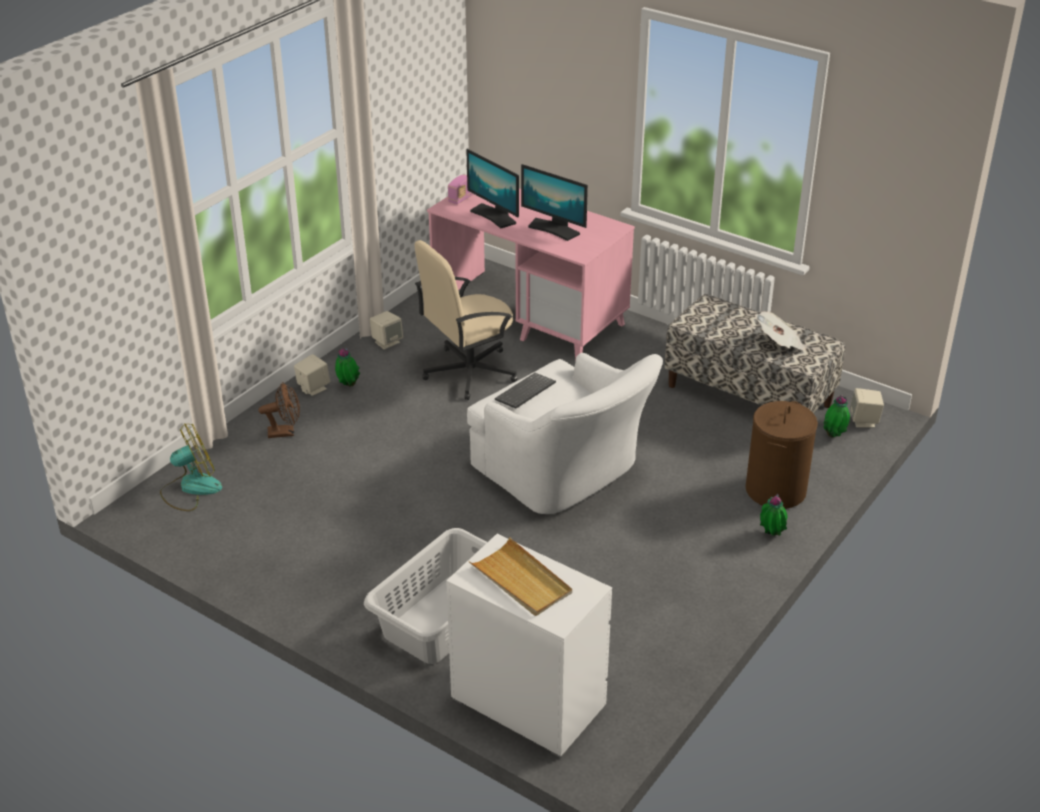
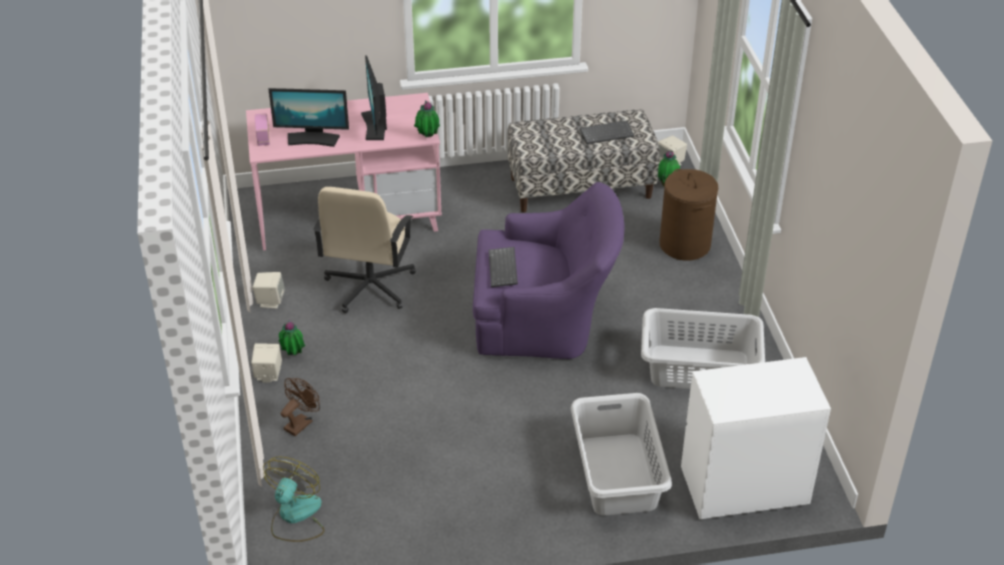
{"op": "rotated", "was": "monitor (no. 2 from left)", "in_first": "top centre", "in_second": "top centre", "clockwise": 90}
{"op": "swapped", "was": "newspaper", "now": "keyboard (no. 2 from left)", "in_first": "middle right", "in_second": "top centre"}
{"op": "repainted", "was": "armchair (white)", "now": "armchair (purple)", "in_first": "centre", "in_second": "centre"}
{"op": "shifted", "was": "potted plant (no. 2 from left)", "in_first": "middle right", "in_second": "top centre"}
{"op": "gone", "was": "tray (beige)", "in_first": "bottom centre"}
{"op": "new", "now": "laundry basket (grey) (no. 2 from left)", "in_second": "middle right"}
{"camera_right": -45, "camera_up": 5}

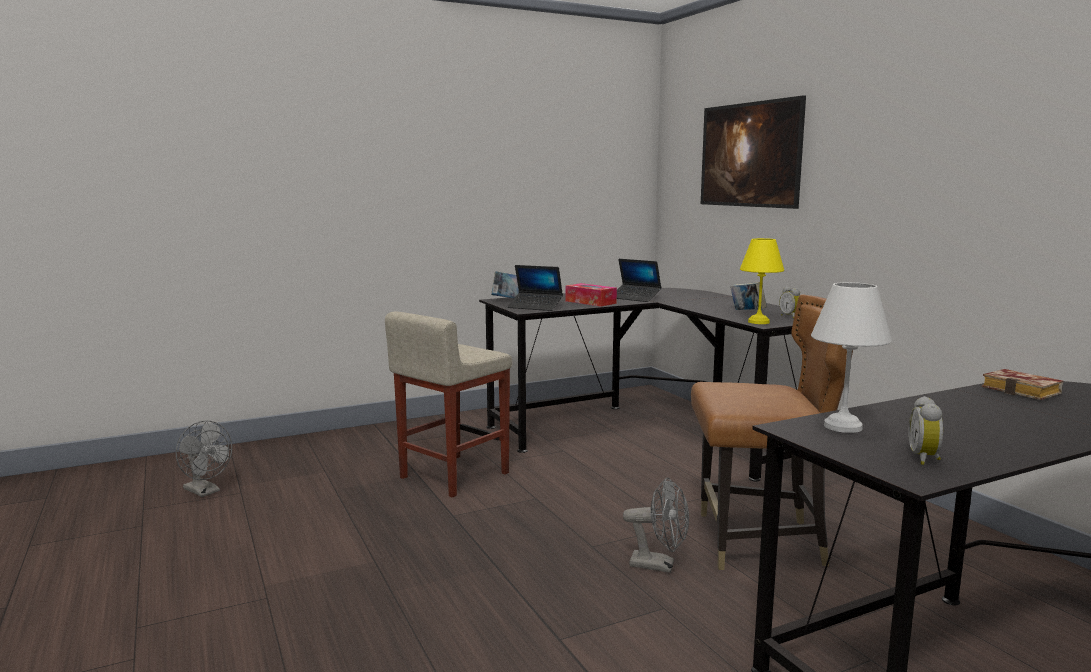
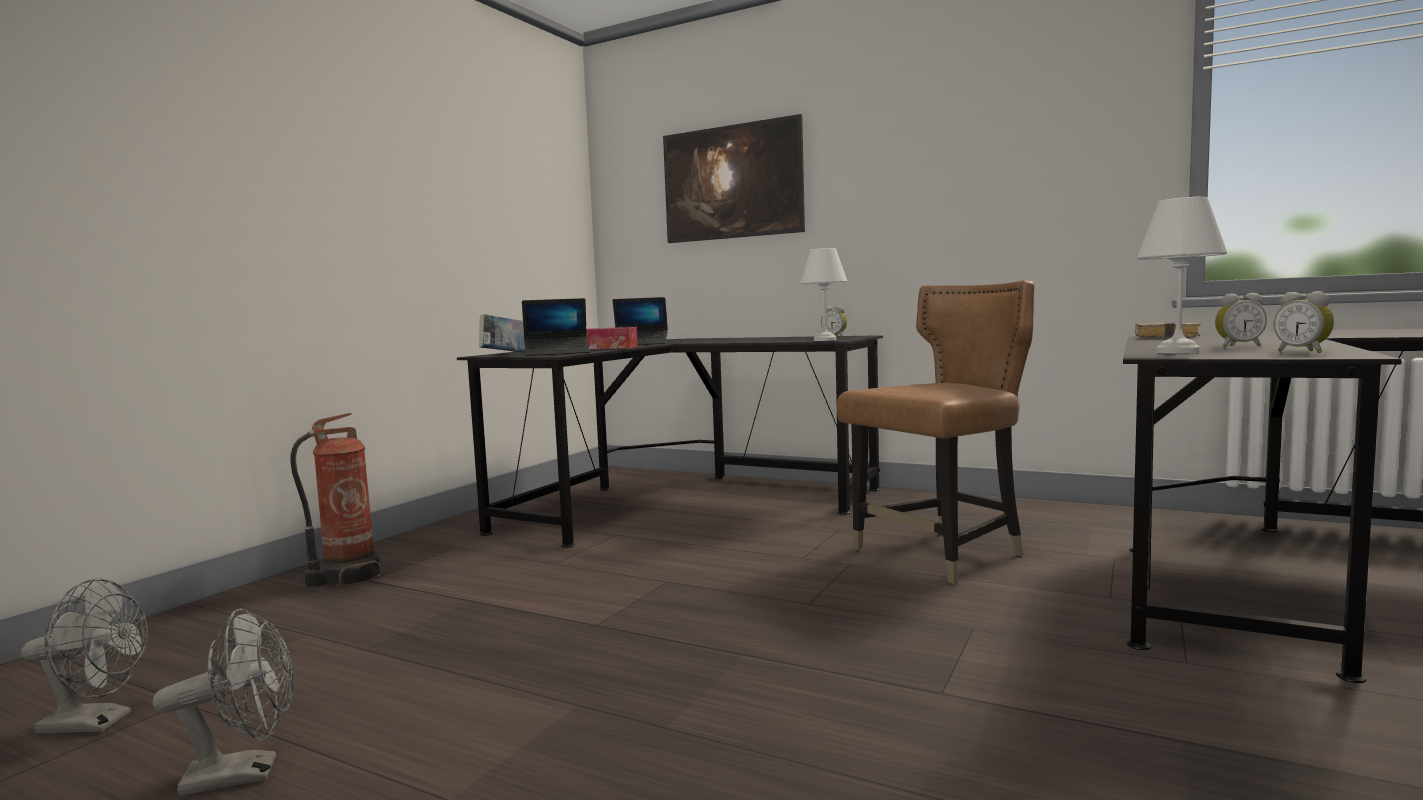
{"op": "repainted", "was": "table lamp (yellow)", "now": "table lamp (white) (no. 1 from left)", "in_first": "middle right", "in_second": "centre"}
{"op": "gone", "was": "book (no. 2 from left)", "in_first": "middle right"}
{"op": "gone", "was": "stool (beige)", "in_first": "centre"}
{"op": "shifted", "was": "fan (grey) (no. 2 from left)", "in_first": "bottom centre", "in_second": "bottom left"}
{"op": "new", "now": "alarm clock (no. 2 from left)", "in_second": "middle right"}
{"op": "new", "now": "fire extinguisher", "in_second": "middle left"}
{"camera_right": -35, "camera_up": -5}

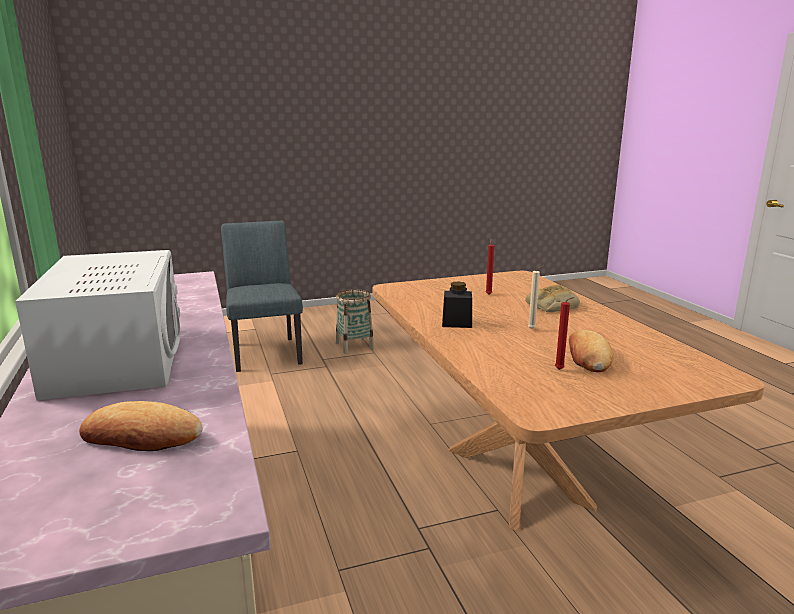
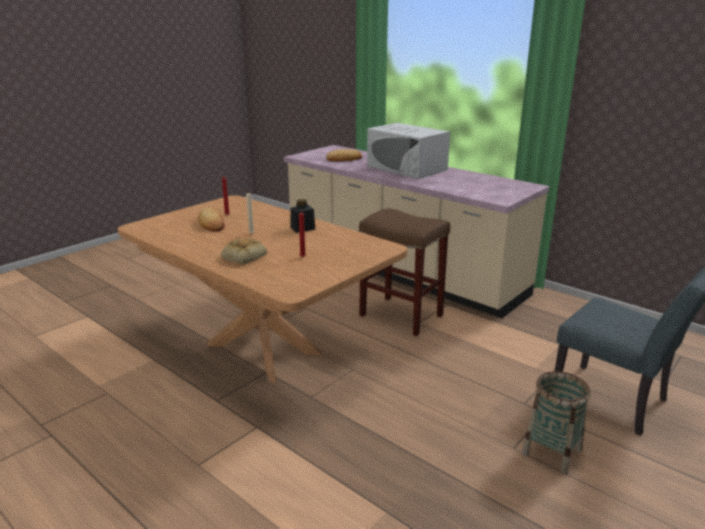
{"op": "new", "now": "stool (brown)", "in_second": "centre"}
{"camera_right": 150, "camera_up": 5}

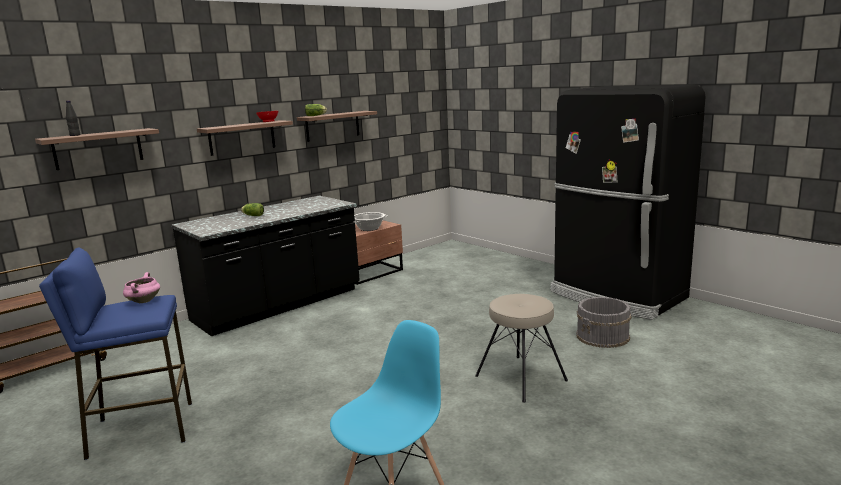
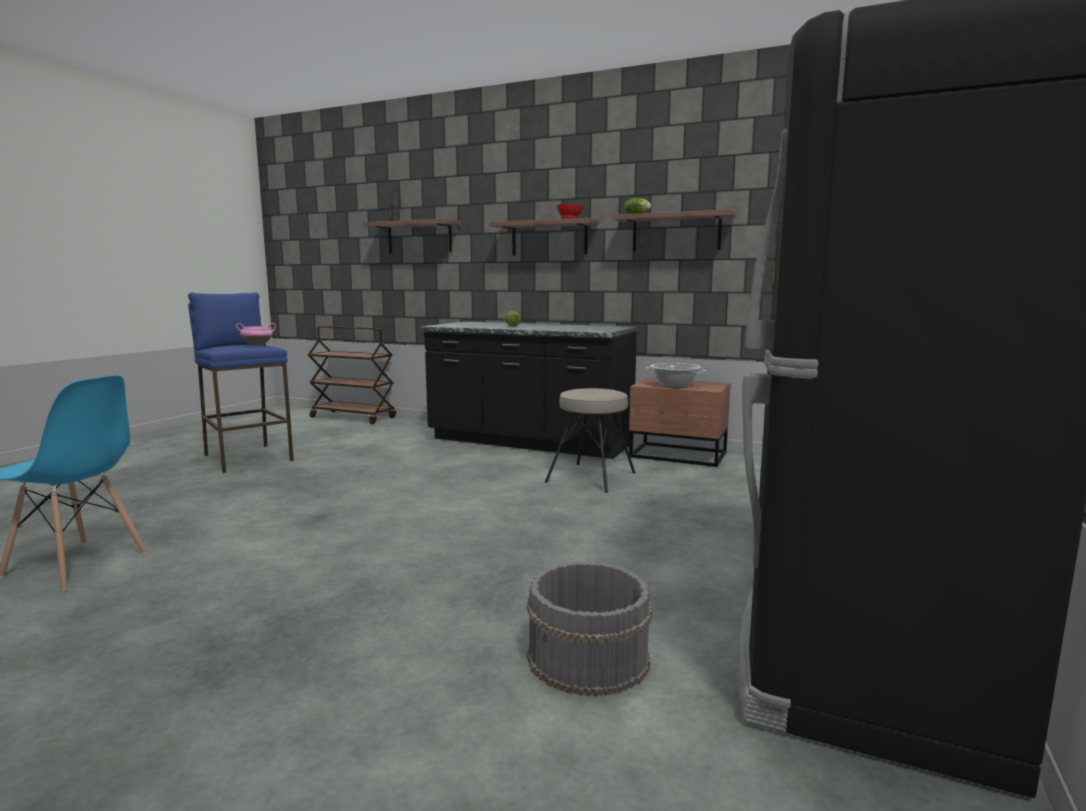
{"op": "shifted", "was": "stool (beige)", "in_first": "bottom centre", "in_second": "centre"}
{"camera_right": 65, "camera_up": -5}

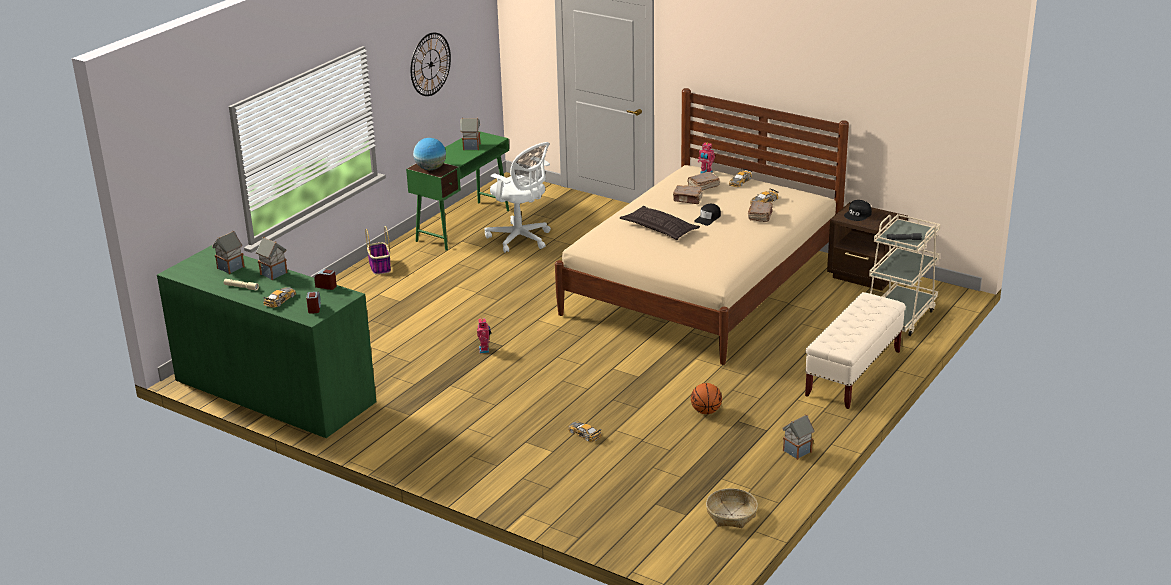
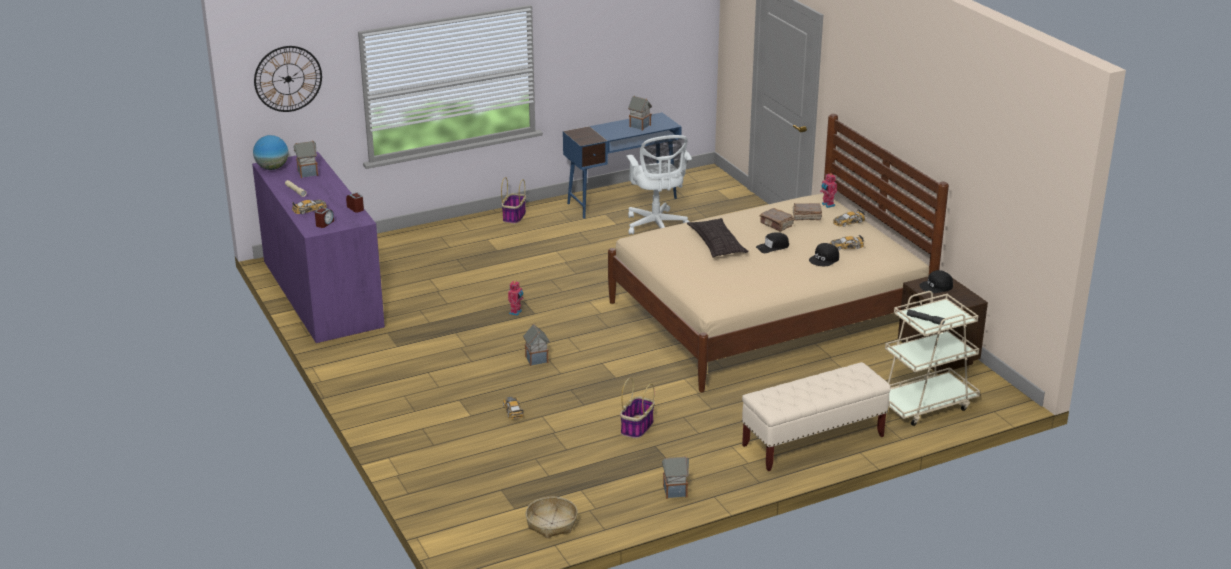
{"op": "shifted", "was": "wall clock", "in_first": "top centre", "in_second": "top left"}
{"op": "repainted", "was": "desk (green)", "now": "desk (blue)", "in_first": "top centre", "in_second": "top centre"}
{"op": "shifted", "was": "globe", "in_first": "top centre", "in_second": "top left"}
{"op": "swapped", "was": "book (brown) (no. 3 from left)", "now": "cap (black) (no. 2 from left)", "in_first": "centre", "in_second": "middle right"}
{"op": "shifted", "was": "toy house (no. 2 from left)", "in_first": "middle left", "in_second": "centre"}
{"op": "repainted", "was": "dresser (green)", "now": "dresser (purple)", "in_first": "middle left", "in_second": "middle left"}
{"op": "swapped", "was": "basketball", "now": "basket (no. 3 from left)", "in_first": "bottom centre", "in_second": "bottom centre"}
{"camera_right": 30, "camera_up": 0}

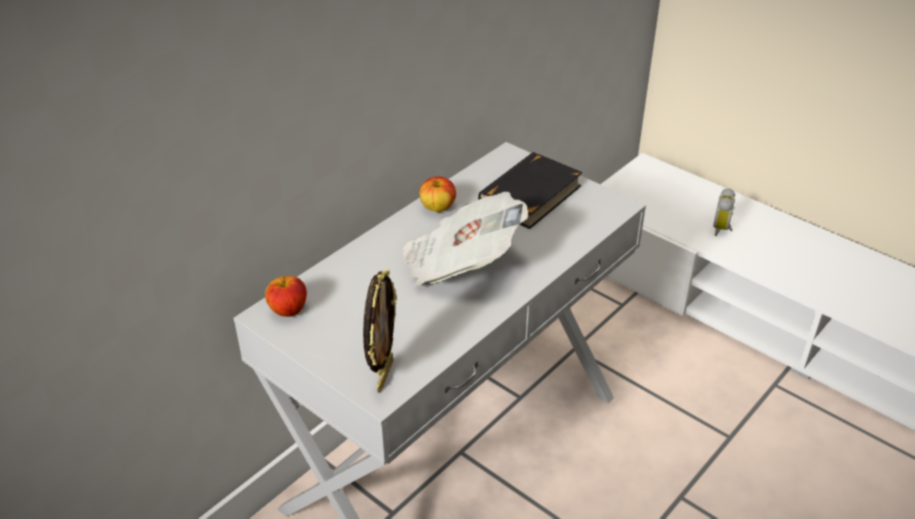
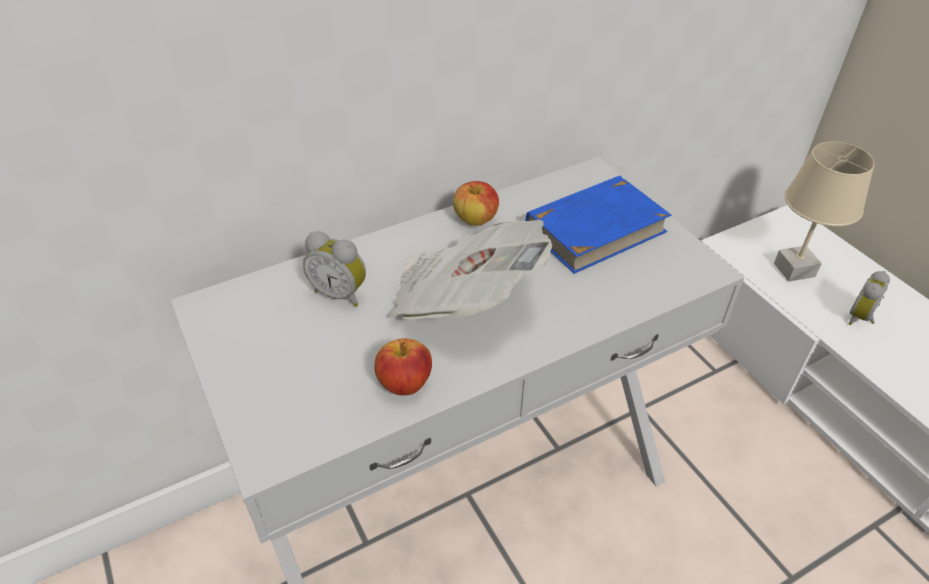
{"op": "repainted", "was": "book (black)", "now": "book (blue)", "in_first": "centre", "in_second": "centre"}
{"op": "gone", "was": "picture frame", "in_first": "centre"}
{"op": "shifted", "was": "apple (no. 1 from left)", "in_first": "middle left", "in_second": "centre"}
{"op": "new", "now": "table lamp (beige)", "in_second": "middle right"}
{"op": "new", "now": "alarm clock (no. 1 from left)", "in_second": "centre"}
{"camera_right": 20, "camera_up": 5}

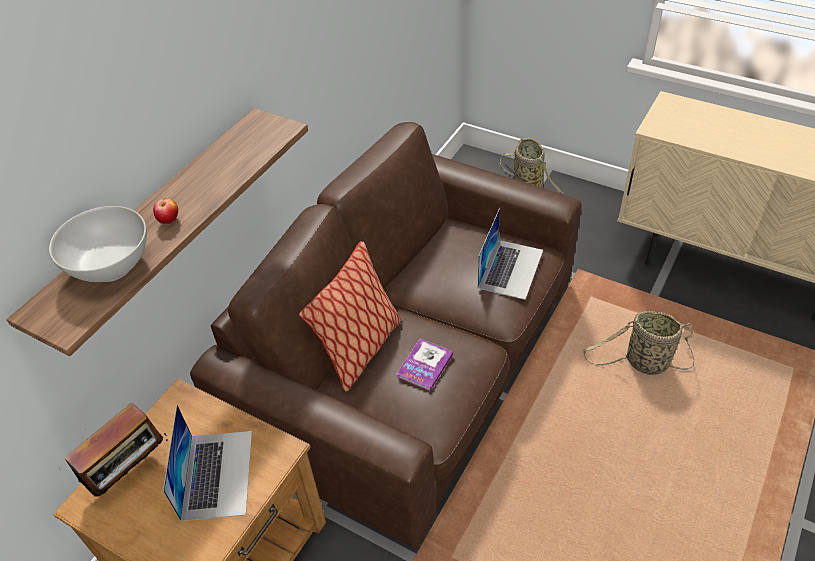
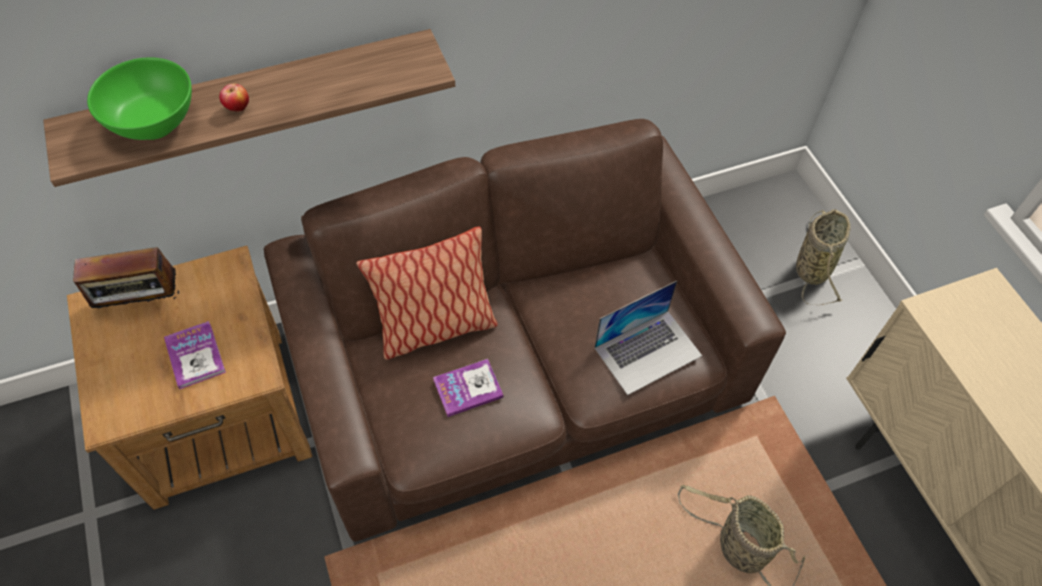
{"op": "repainted", "was": "bowl (white)", "now": "bowl (green)", "in_first": "middle left", "in_second": "top left"}
{"op": "swapped", "was": "laptop (no. 1 from left)", "now": "book (no. 1 from left)", "in_first": "bottom left", "in_second": "middle left"}
{"camera_right": 35, "camera_up": 10}

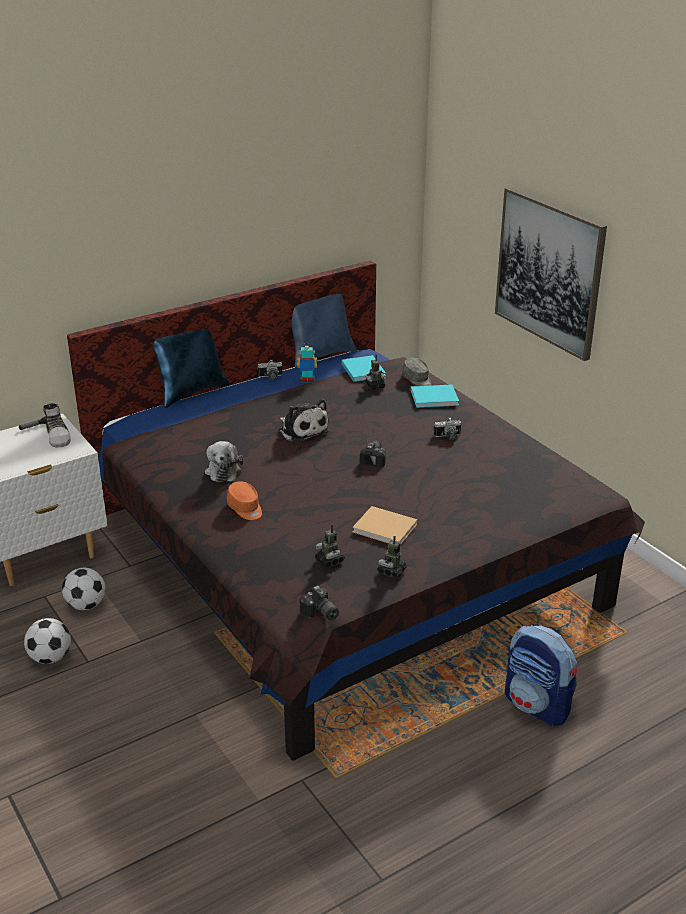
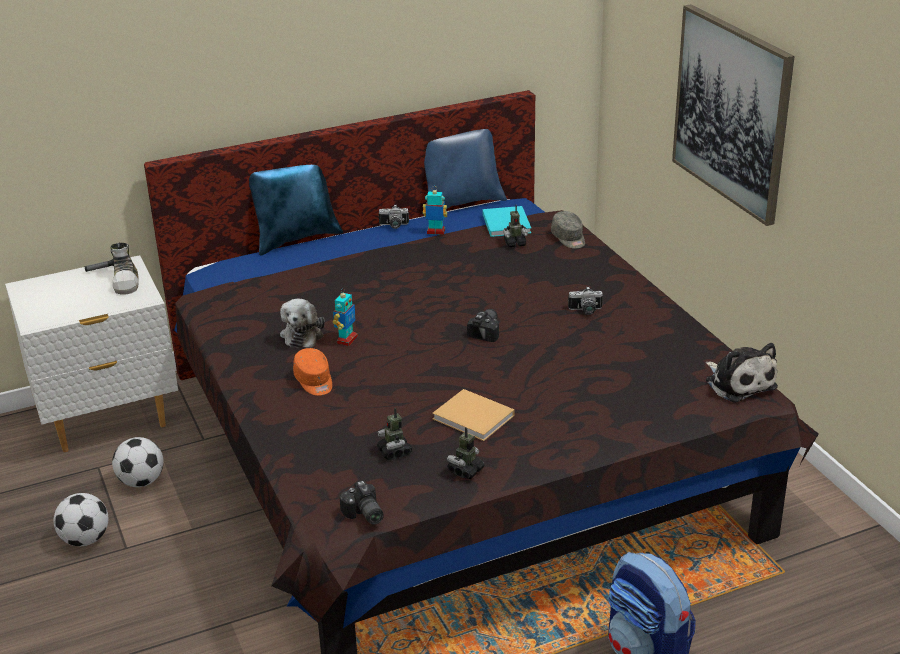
{"op": "gone", "was": "book (turquoise) (no. 2 from left)", "in_first": "centre"}
{"op": "shifted", "was": "plush toy (no. 2 from left)", "in_first": "centre", "in_second": "middle right"}
{"op": "new", "now": "toy robot (no. 1 from left)", "in_second": "centre"}
{"camera_right": 10, "camera_up": 0}

